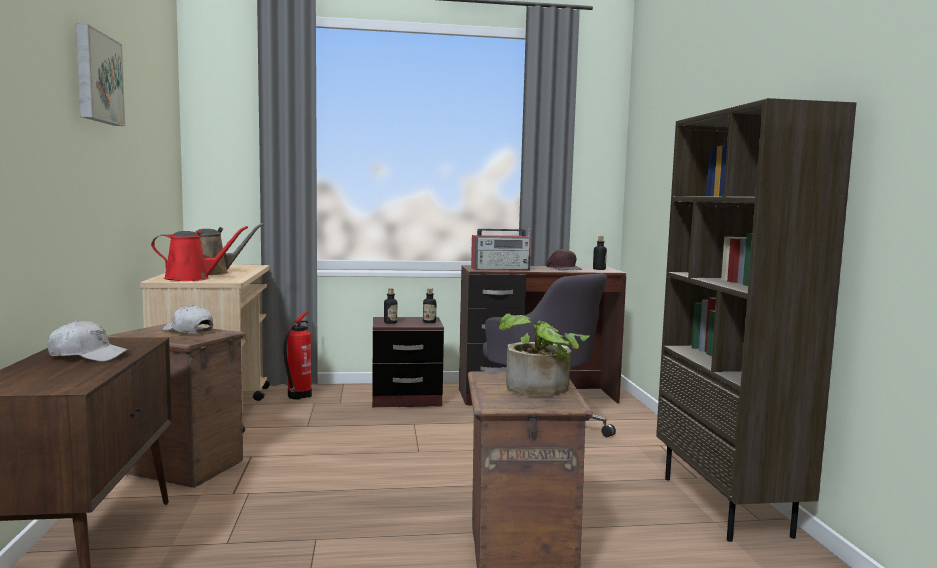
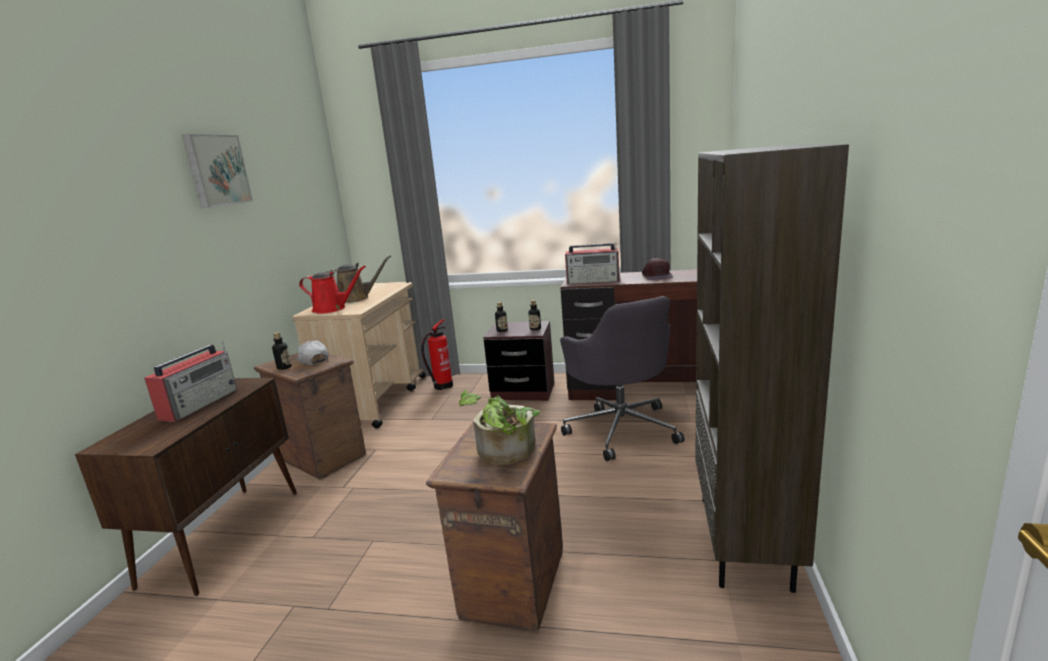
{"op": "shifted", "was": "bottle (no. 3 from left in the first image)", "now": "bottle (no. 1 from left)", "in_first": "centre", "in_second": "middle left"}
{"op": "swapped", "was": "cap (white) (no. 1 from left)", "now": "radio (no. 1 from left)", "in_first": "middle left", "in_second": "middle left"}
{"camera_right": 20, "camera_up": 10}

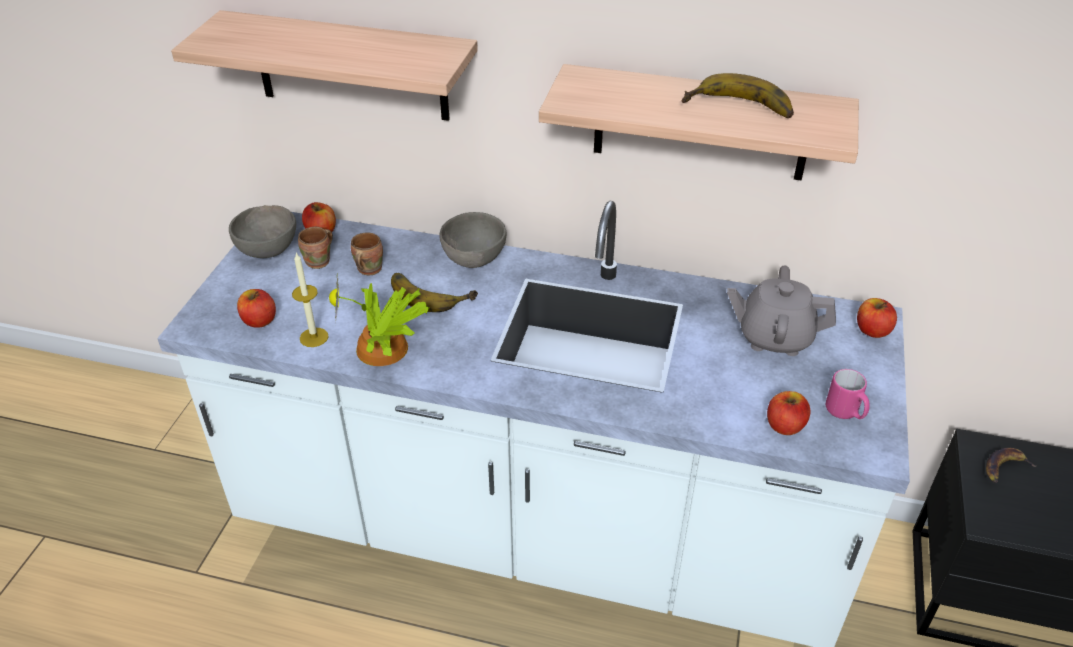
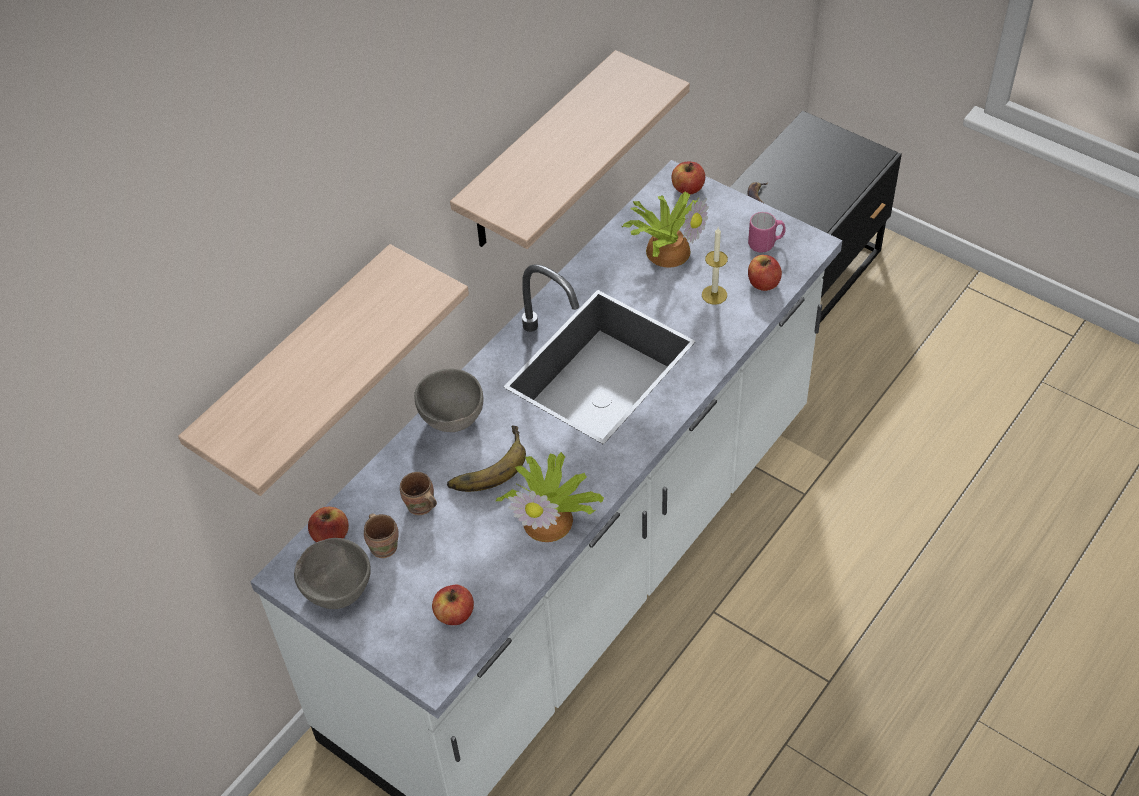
{"op": "gone", "was": "banana (no. 2 from left)", "in_first": "top right"}
{"op": "shifted", "was": "candle", "in_first": "middle left", "in_second": "centre"}
{"op": "swapped", "was": "teapot (grey)", "now": "potted plant (no. 2 from left)", "in_first": "middle right", "in_second": "top centre"}
{"camera_right": -65, "camera_up": 10}

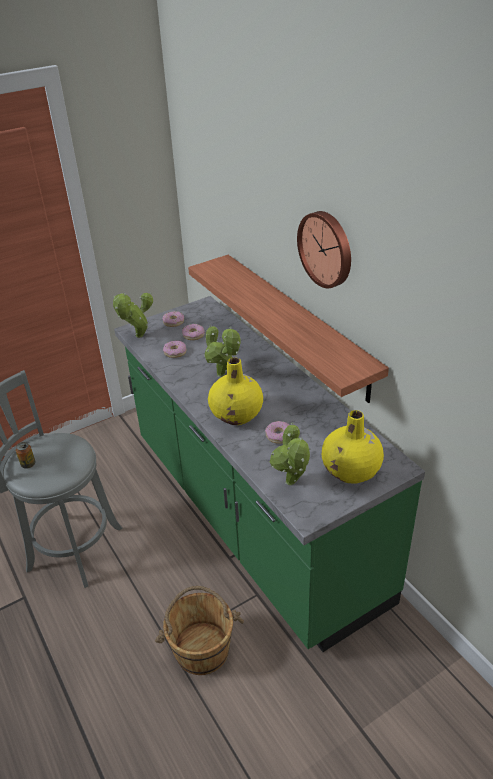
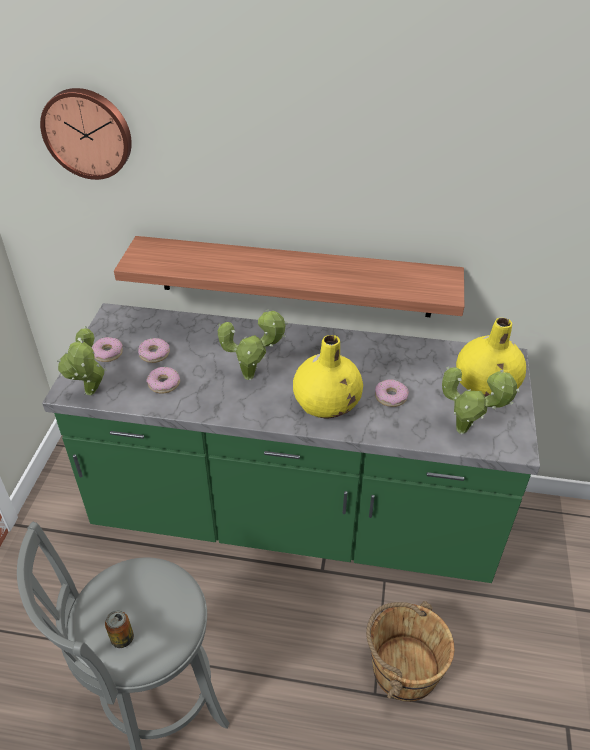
{"op": "shifted", "was": "wall clock", "in_first": "top centre", "in_second": "top left"}
{"camera_right": -50, "camera_up": 5}

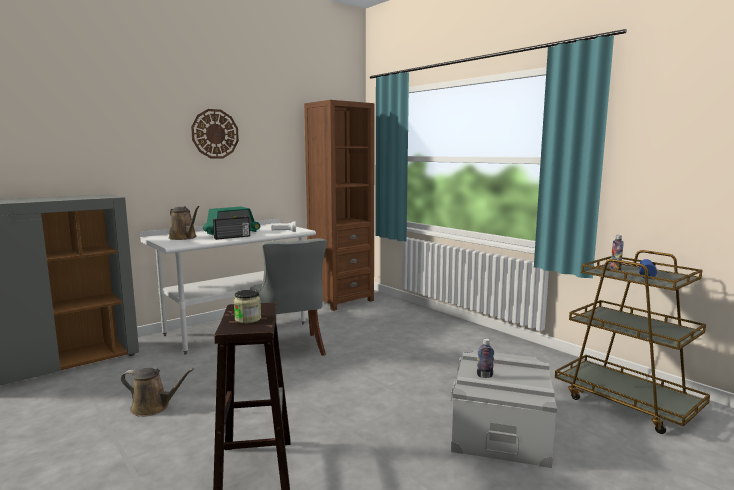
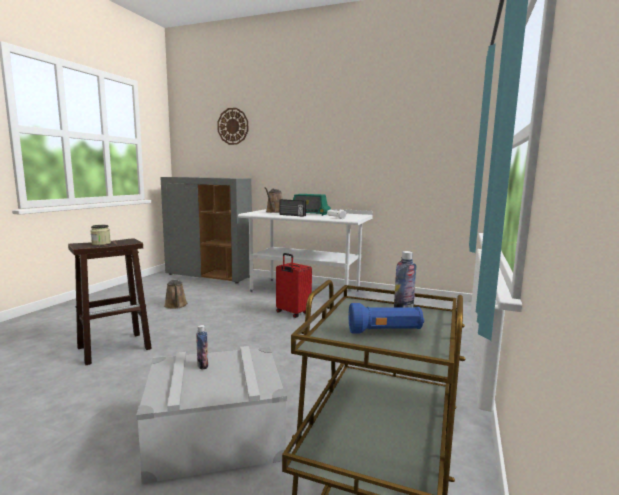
{"op": "gone", "was": "bookcase (brown)", "in_first": "centre"}
{"op": "shifted", "was": "wall clock", "in_first": "top left", "in_second": "top centre"}
{"op": "swapped", "was": "chair (grey)", "now": "suitcase (red)", "in_first": "centre", "in_second": "centre"}
{"camera_right": 60, "camera_up": 0}

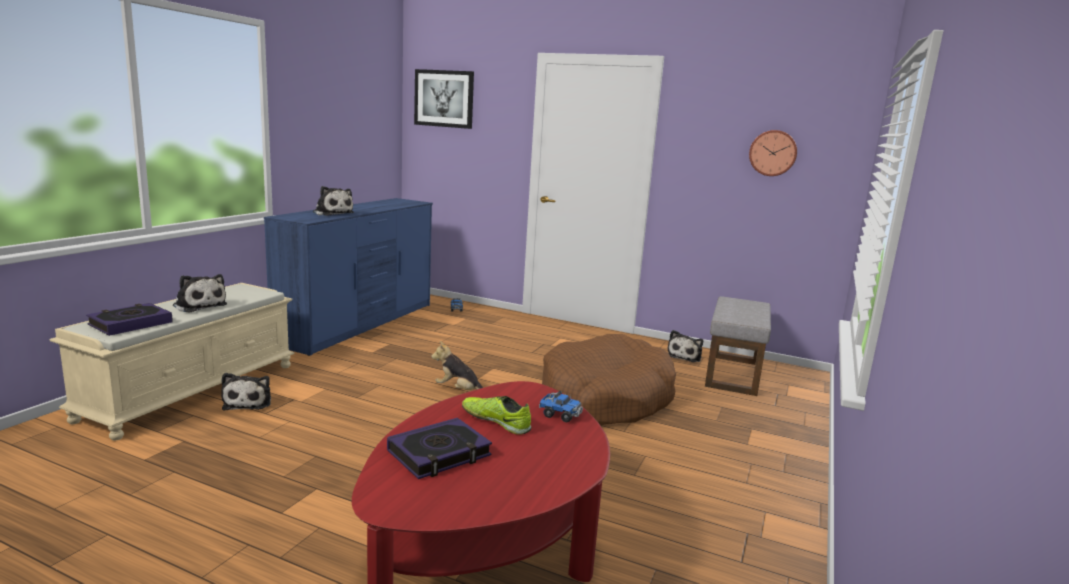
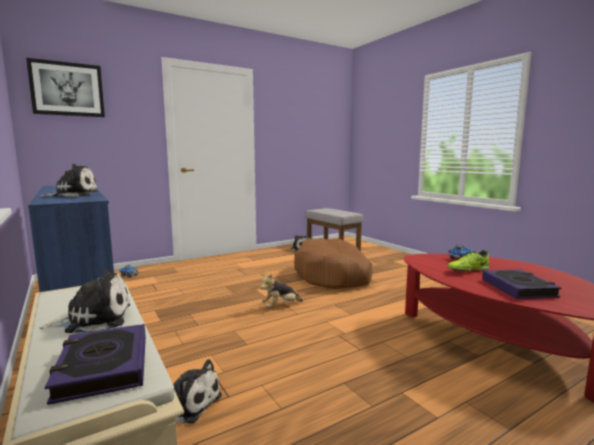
{"op": "gone", "was": "wall clock", "in_first": "top right"}
{"camera_right": -55, "camera_up": -5}

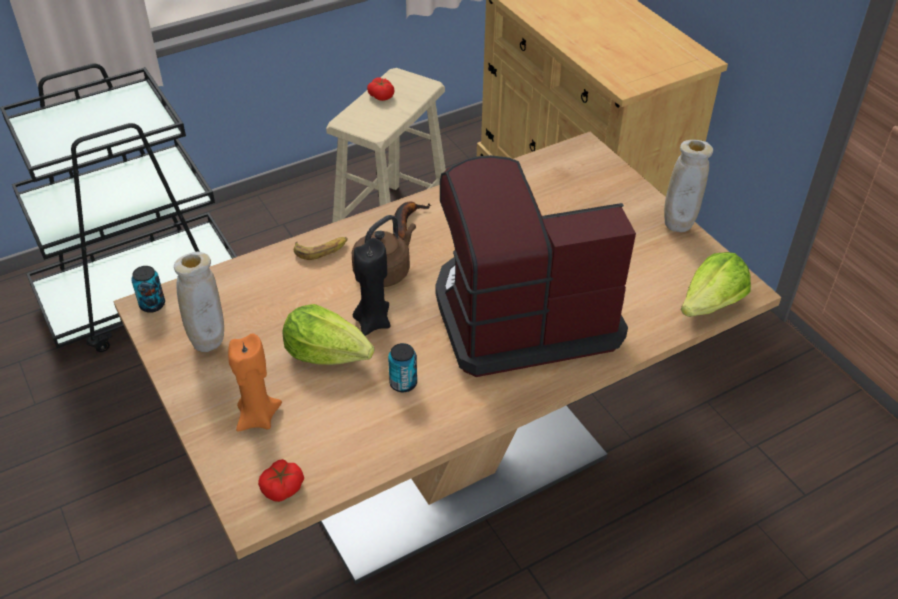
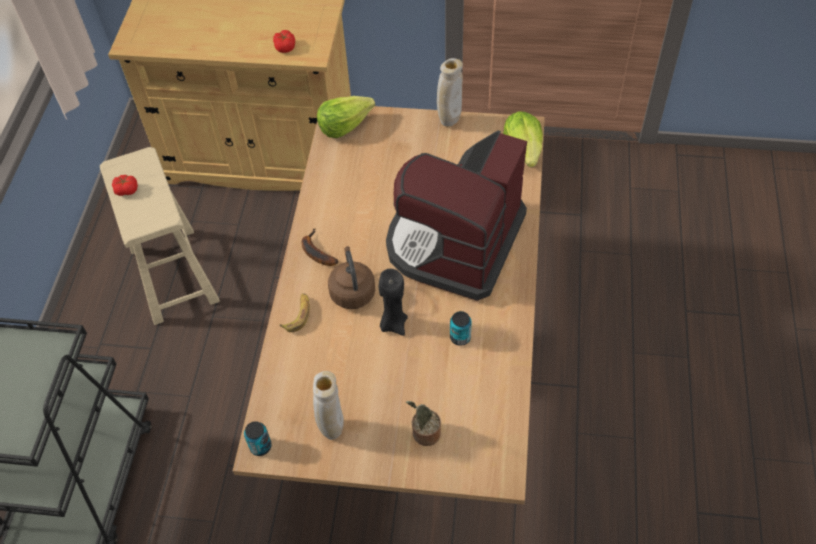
{"op": "shifted", "was": "lettuce (no. 1 from left)", "in_first": "centre", "in_second": "top centre"}
{"op": "swapped", "was": "candle (orange)", "now": "potted plant", "in_first": "middle left", "in_second": "bottom centre"}
{"op": "shifted", "was": "tomato (no. 1 from left in the first image)", "now": "tomato (no. 2 from left)", "in_first": "bottom left", "in_second": "top centre"}
{"camera_right": -50, "camera_up": 10}

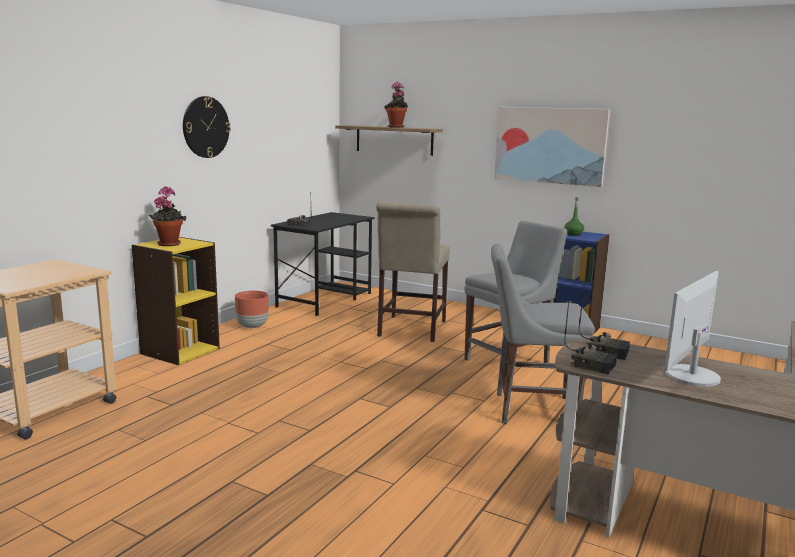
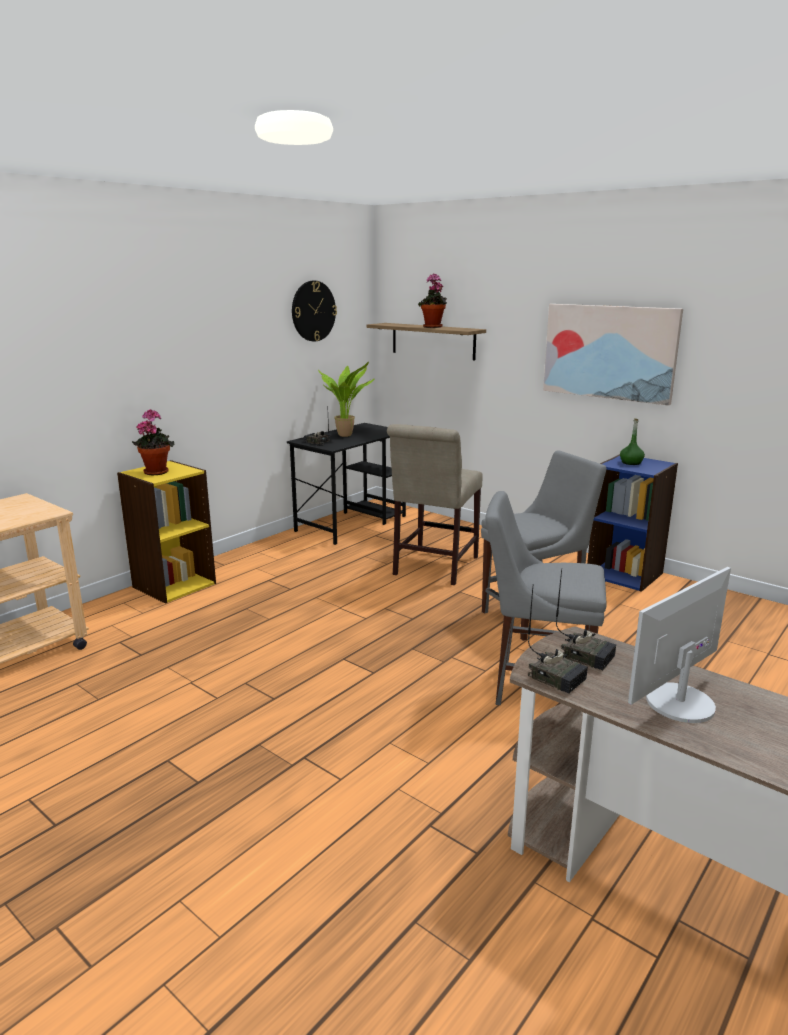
{"op": "shifted", "was": "wall clock", "in_first": "top left", "in_second": "top centre"}
{"op": "gone", "was": "planter (brown)", "in_first": "middle left"}
{"op": "new", "now": "potted plant (no. 2 from left)", "in_second": "centre"}
{"camera_right": 10, "camera_up": 5}

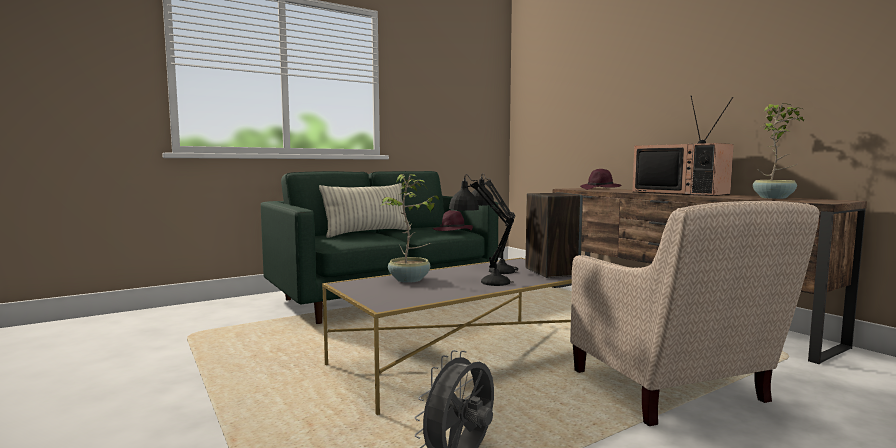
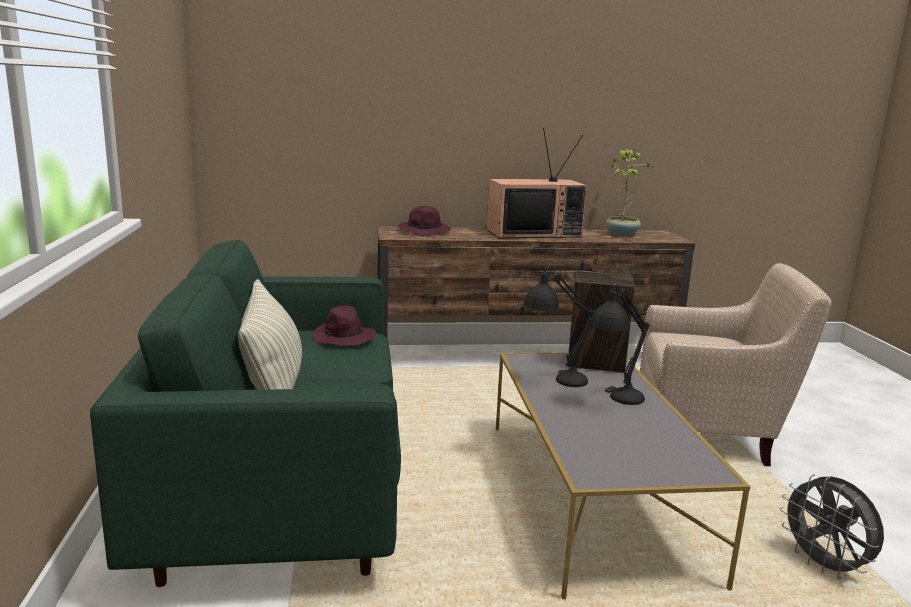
{"op": "gone", "was": "potted plant (no. 1 from left)", "in_first": "centre"}
{"camera_right": -65, "camera_up": 10}

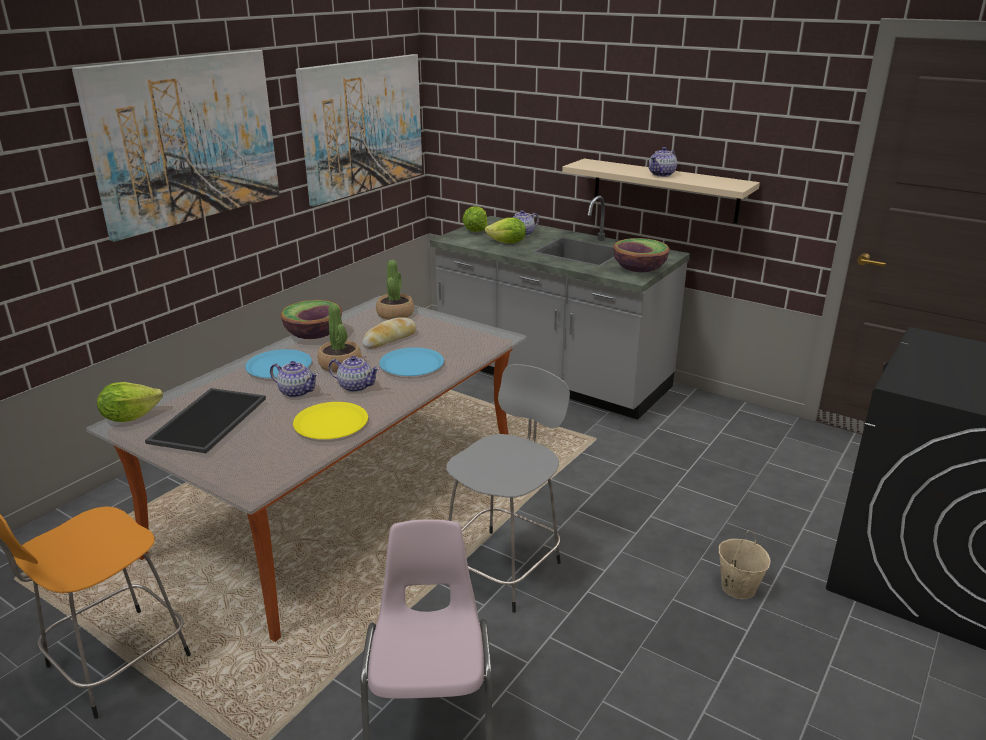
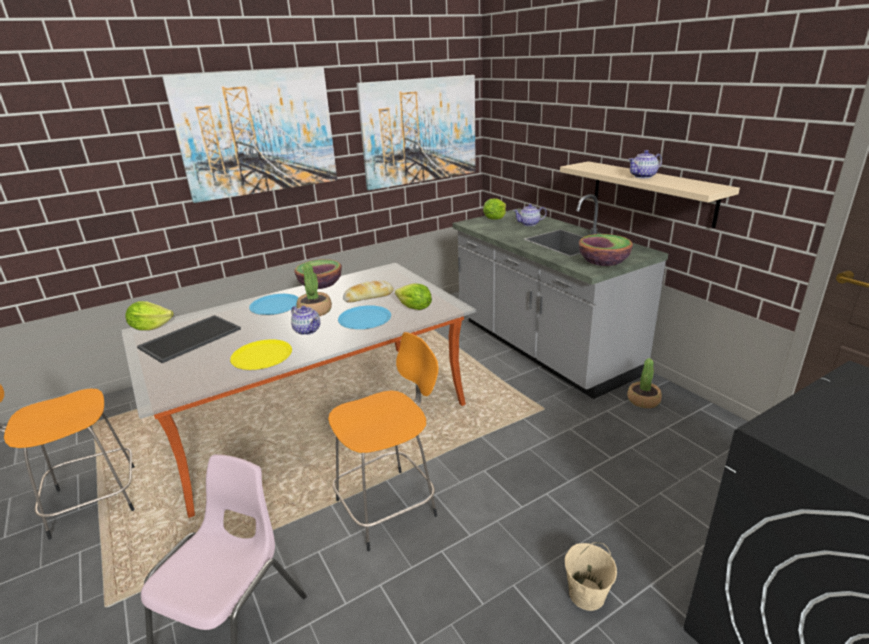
{"op": "shifted", "was": "lettuce (no. 3 from left in the first image)", "now": "lettuce (no. 2 from left)", "in_first": "top centre", "in_second": "centre"}
{"op": "shifted", "was": "potted plant (no. 2 from left)", "in_first": "centre", "in_second": "middle right"}
{"op": "gone", "was": "teapot (no. 1 from left)", "in_first": "middle left"}
{"op": "repainted", "was": "stool (grey)", "now": "stool (orange) (no. 2 from left)", "in_first": "centre", "in_second": "bottom centre"}
{"camera_right": 25, "camera_up": 0}

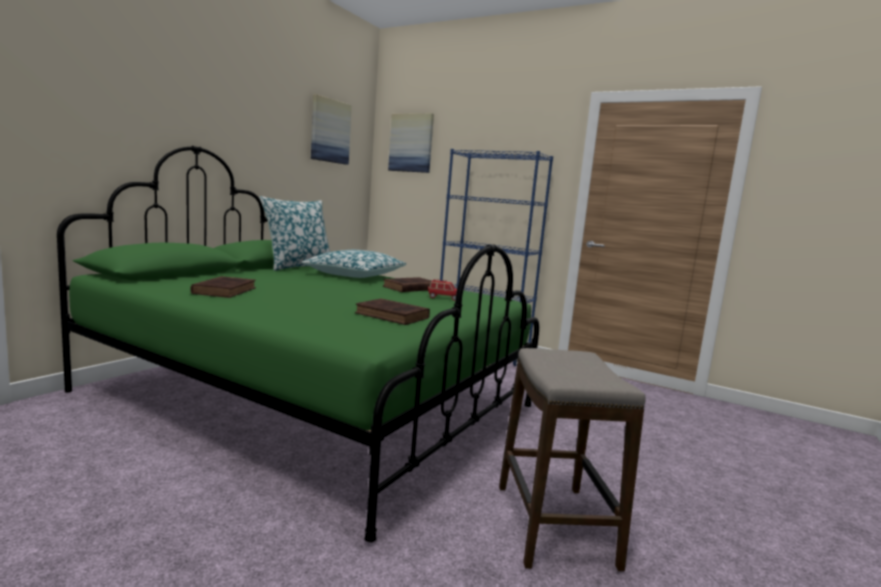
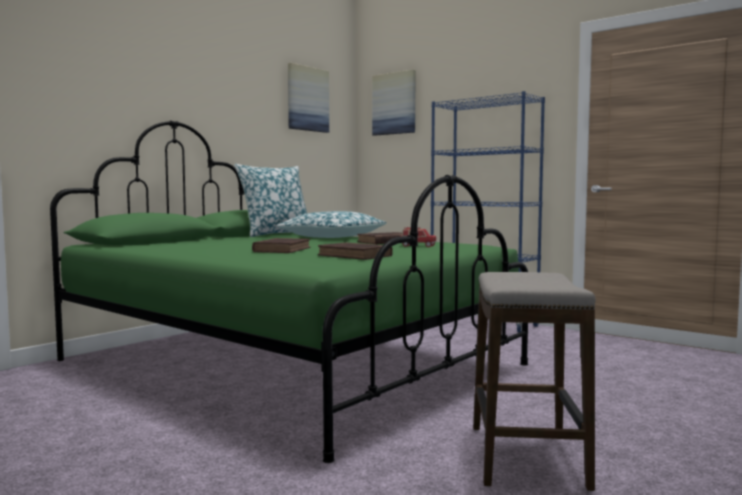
{"op": "shifted", "was": "book (brown) (no. 1 from left)", "in_first": "middle left", "in_second": "centre"}
{"camera_right": 10, "camera_up": -5}

